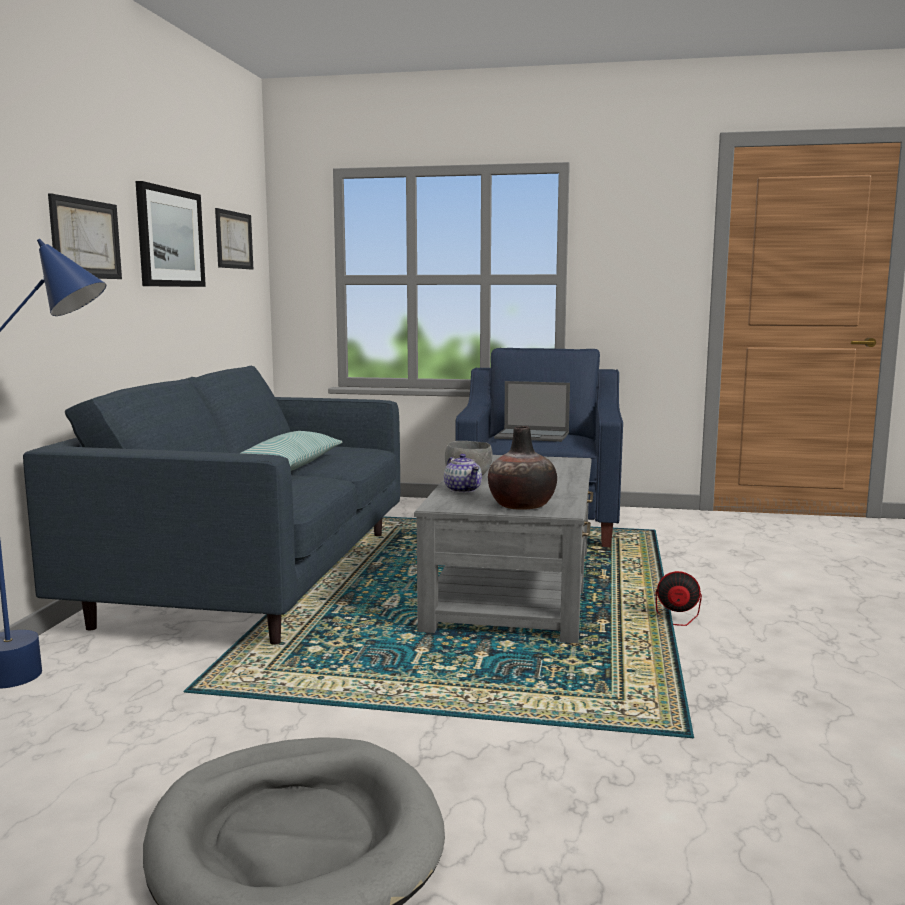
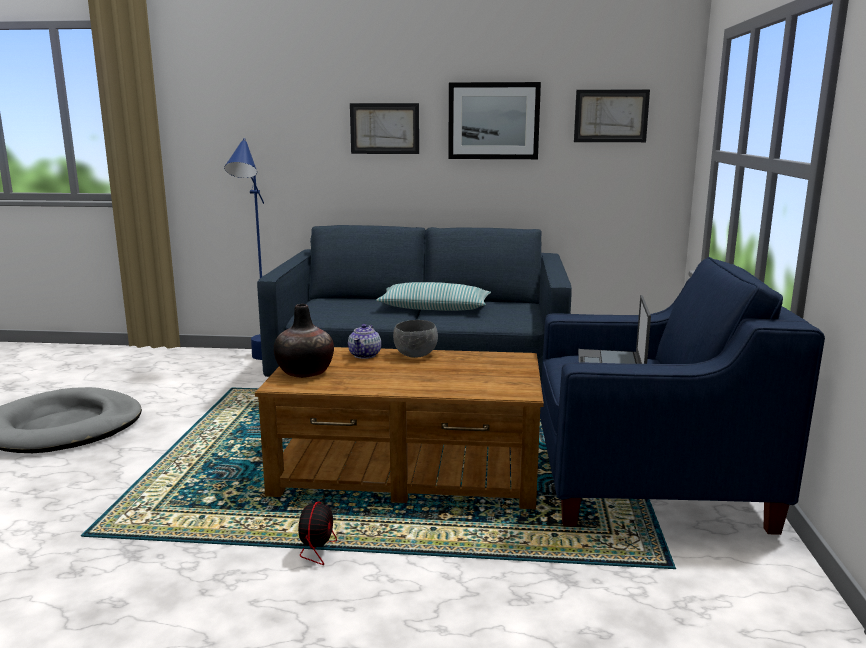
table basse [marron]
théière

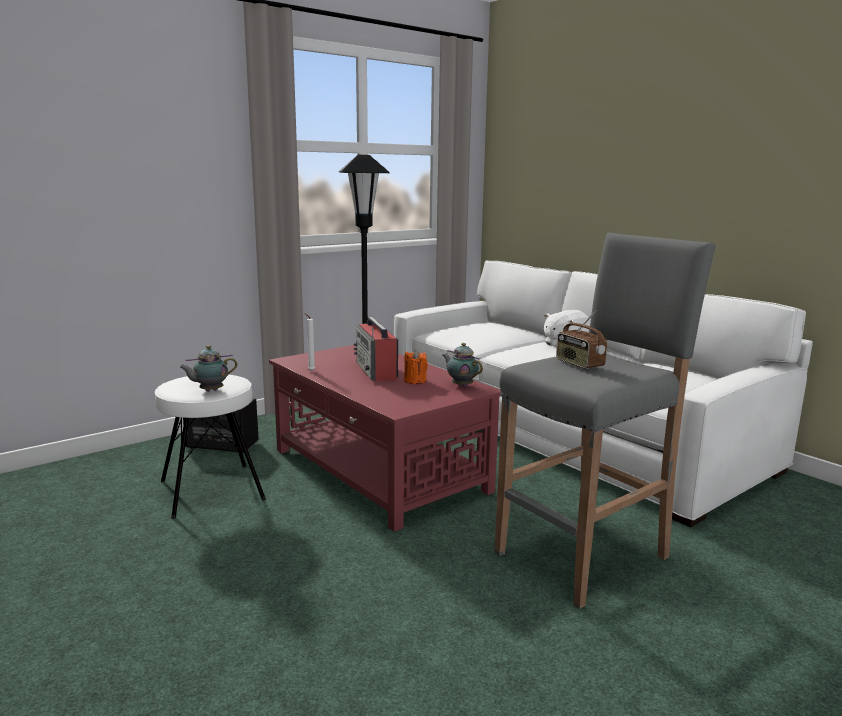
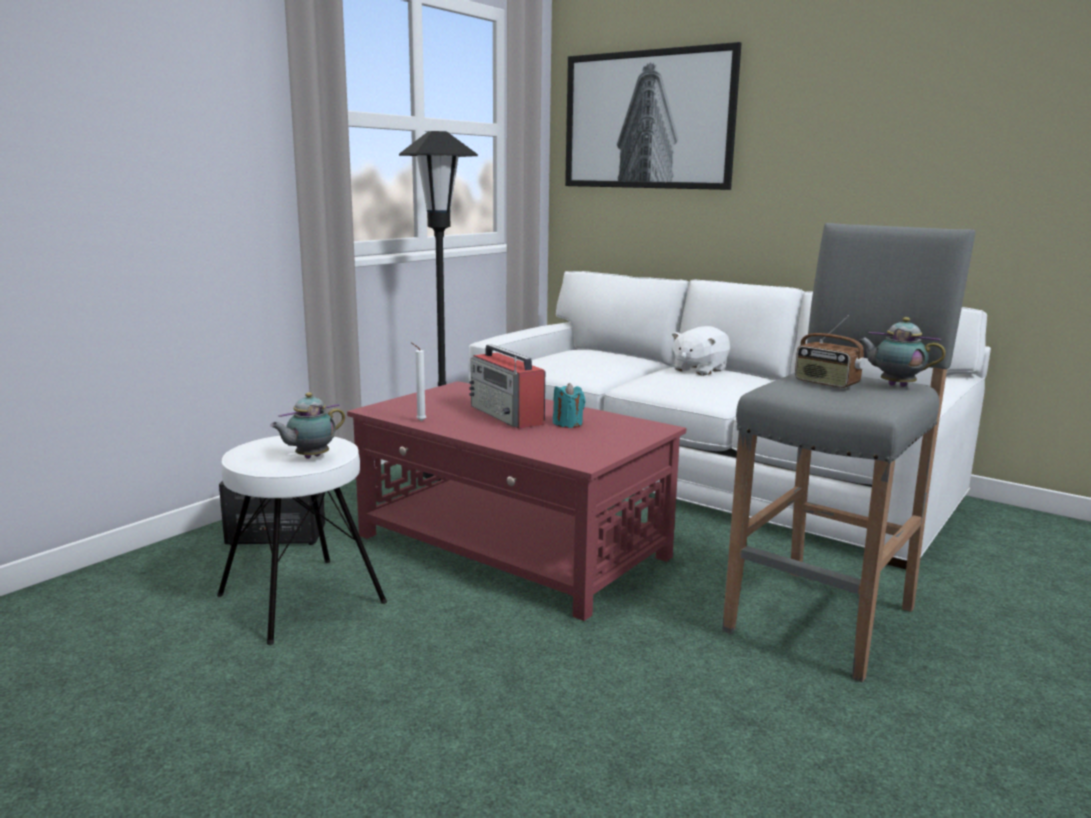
bougie [turquoise]
tableau
théière (no. 2 from left)

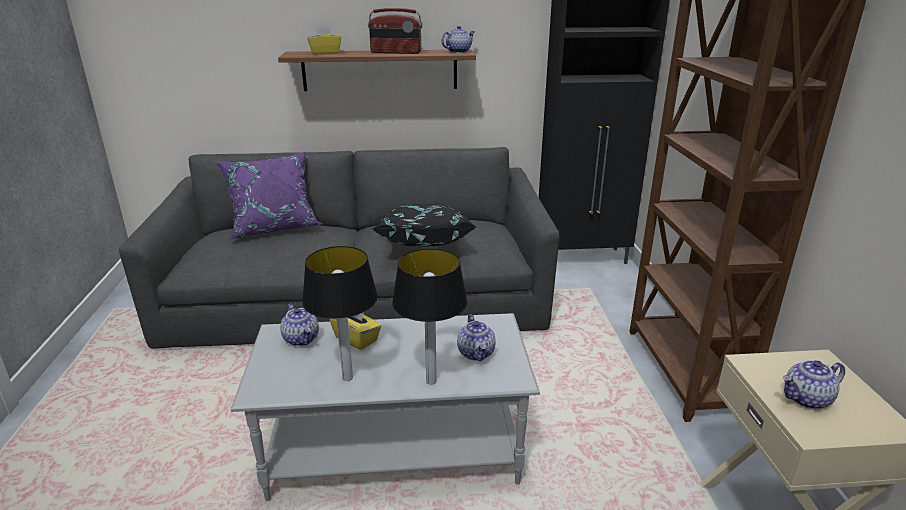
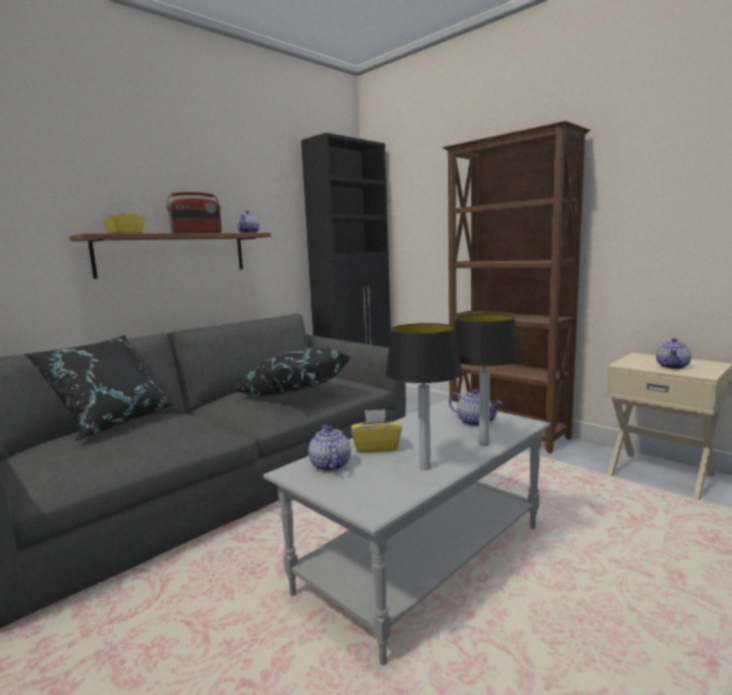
coussin [noir] (no. 1 from left)
théière (no. 2 from left)

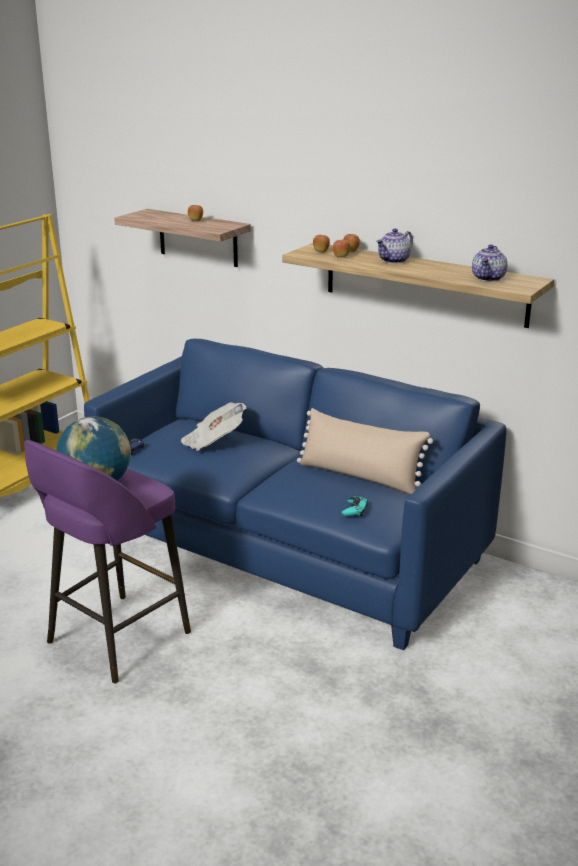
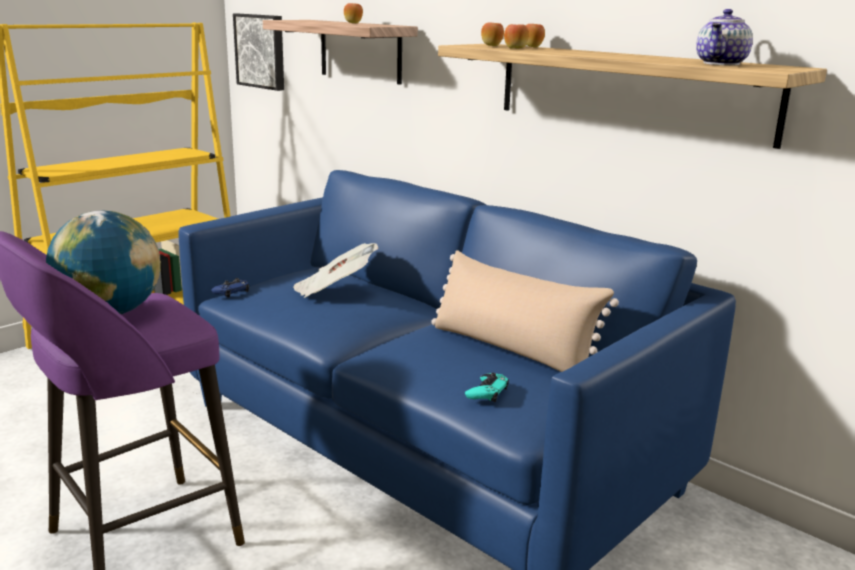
tableau
théière (no. 1 from left in the first image)

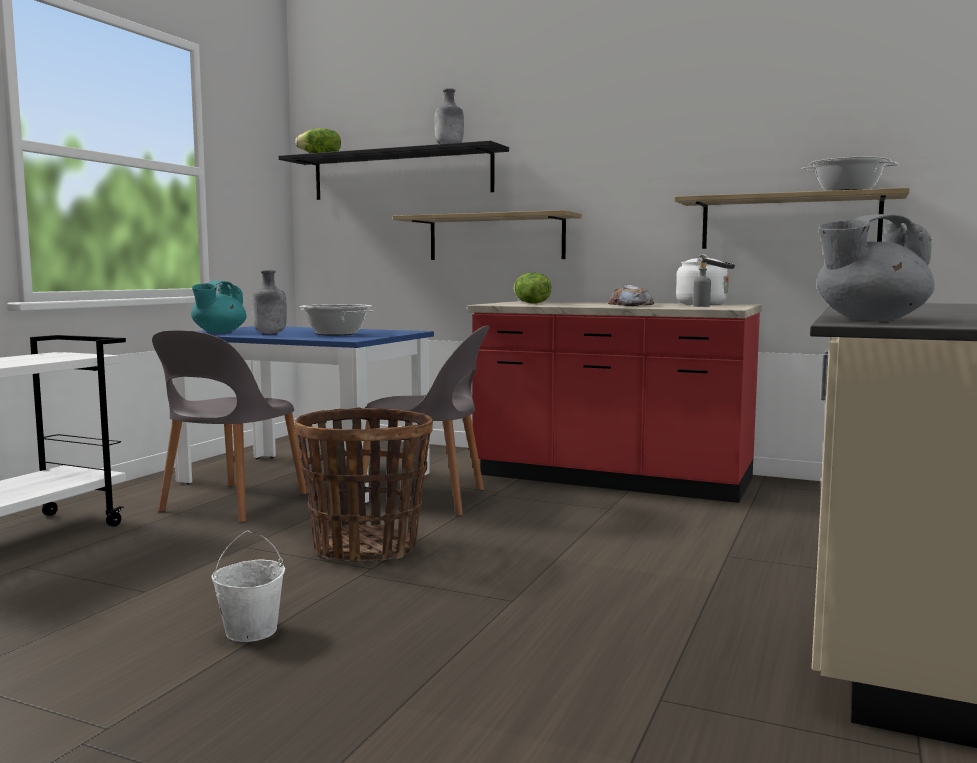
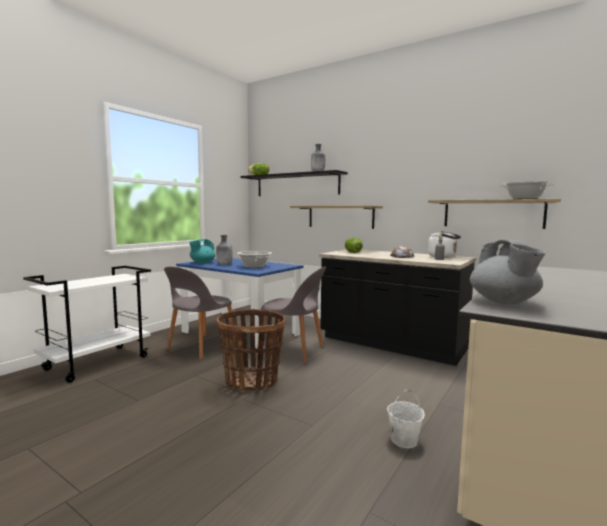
comptoir de cuisine [noir]
seau [blanc]
théière [gris]

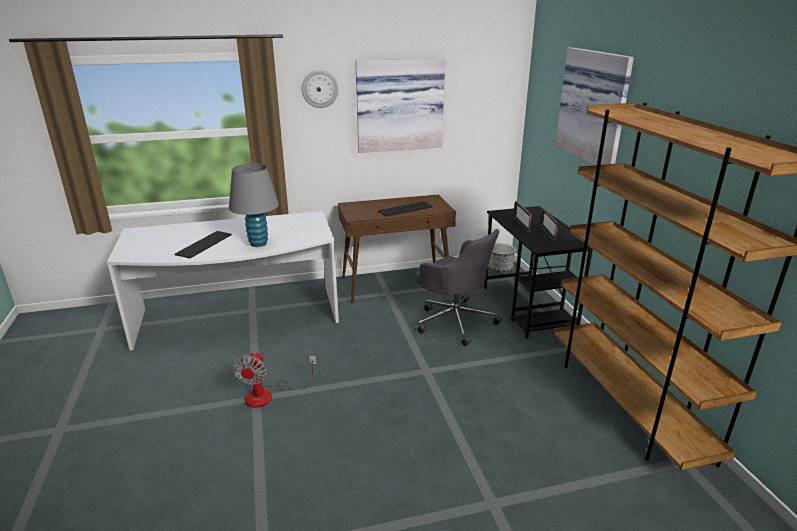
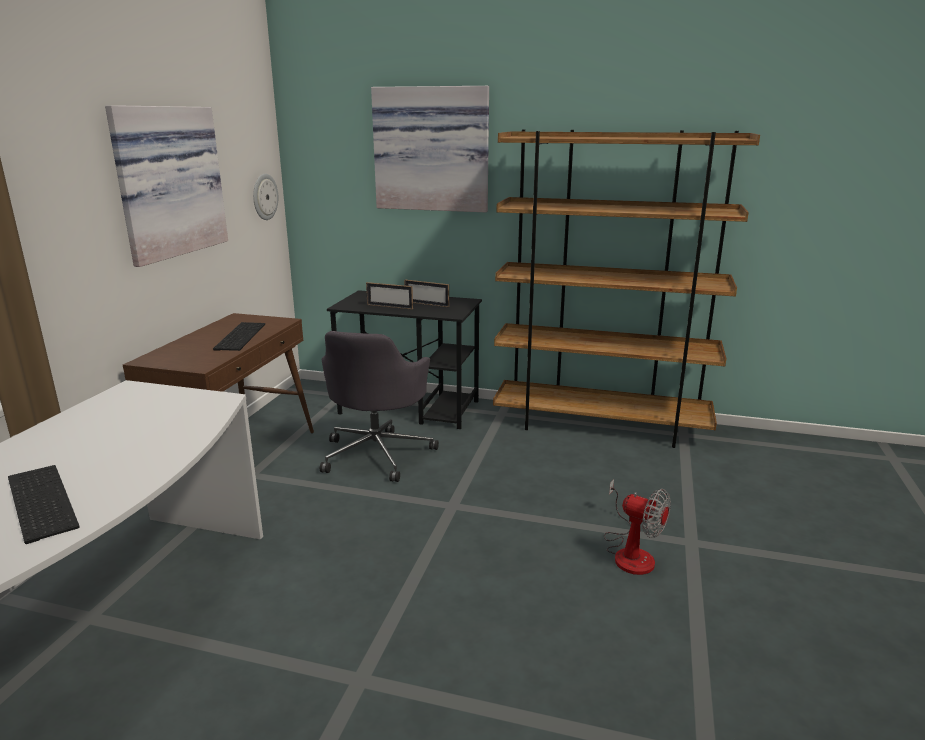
horloge murale
chaise de bureau [gris]
ventilateur
lampe de table [gris]
cache-pot

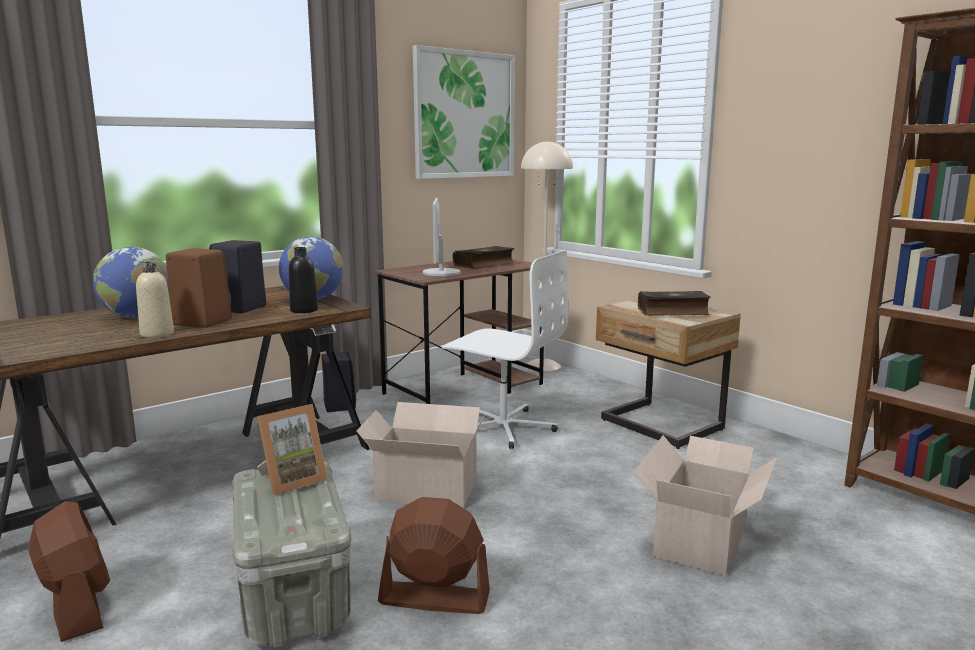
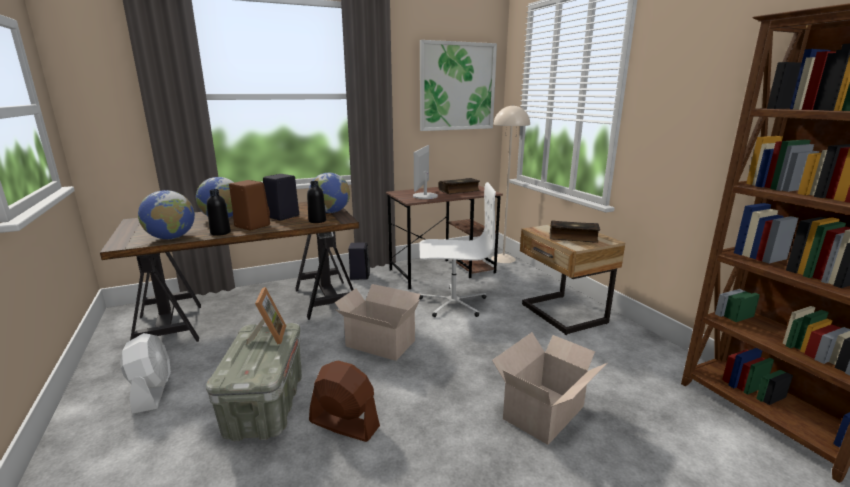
ventilateur [blanc]
globe (no. 1 from left)
bouteille [noir] (no. 1 from left)
cadre photo
chaise de bureau [blanc]

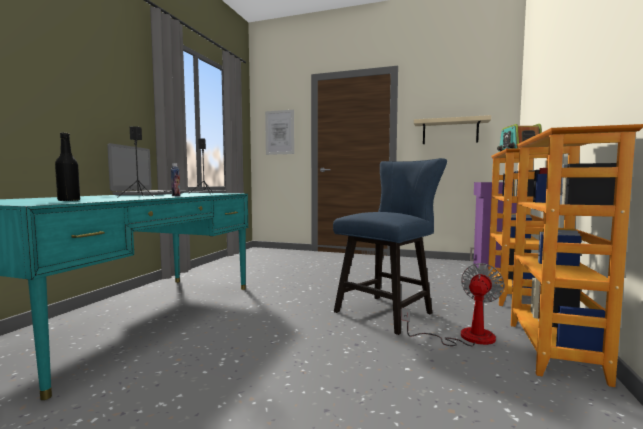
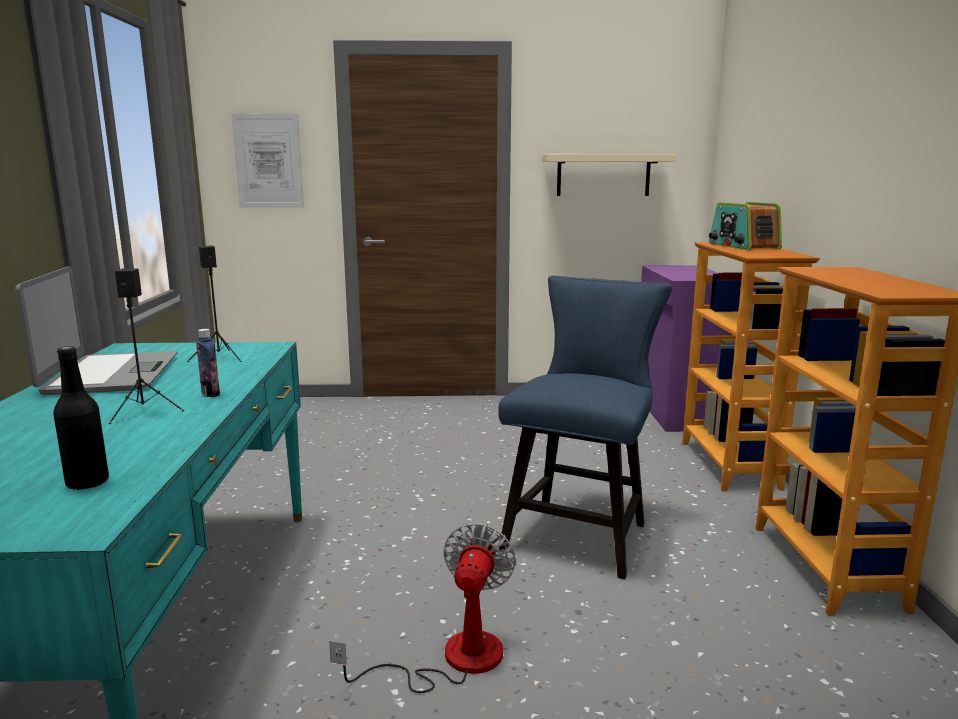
ventilateur

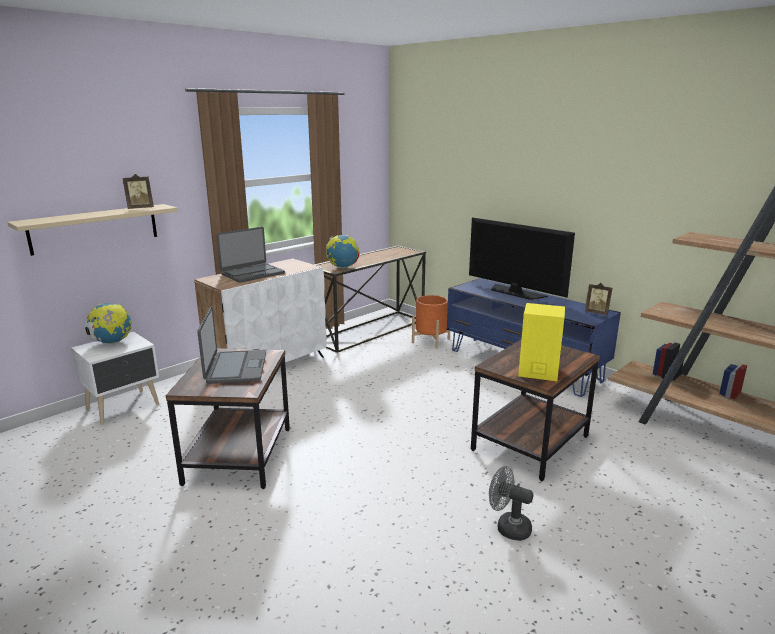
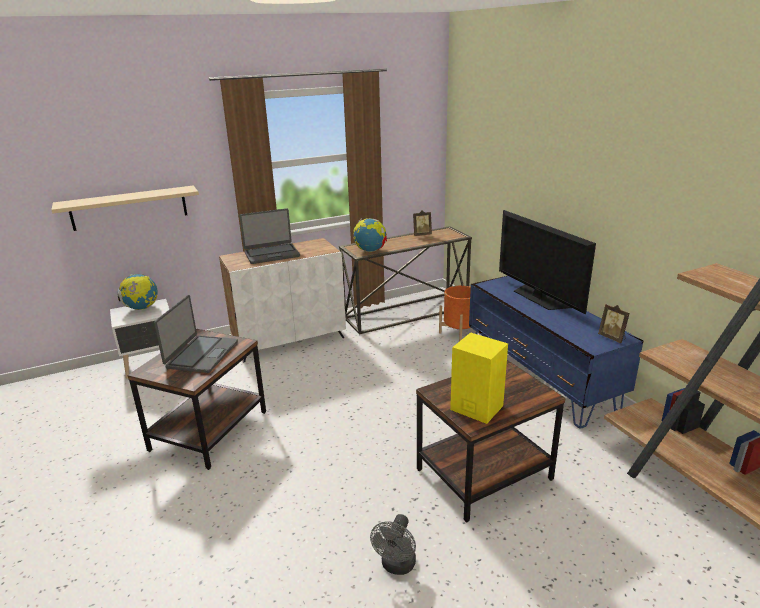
ventilateur [gris]
cadre photo (no. 1 from left)

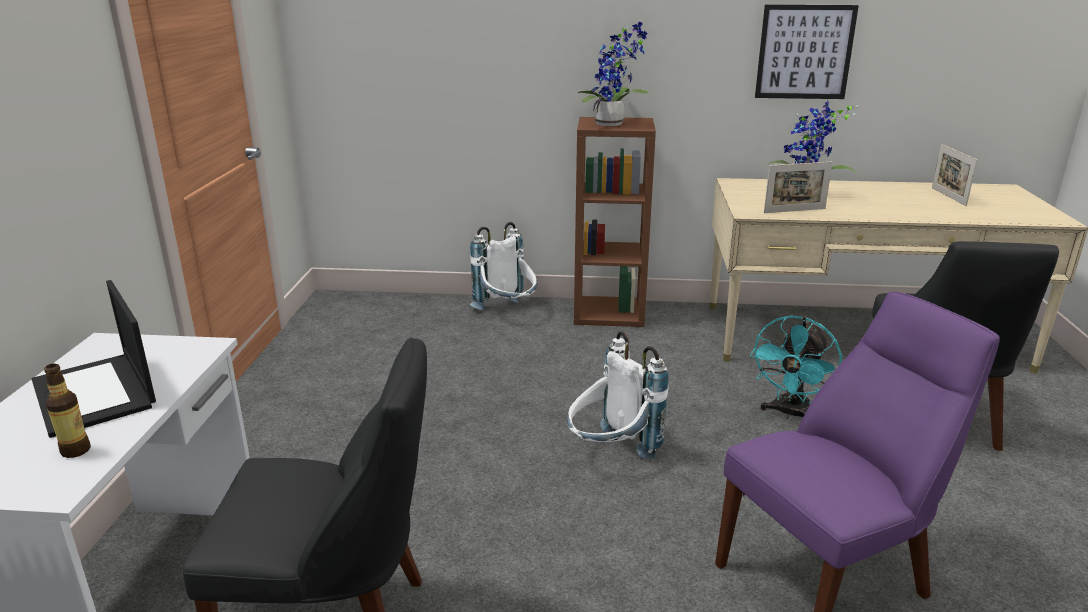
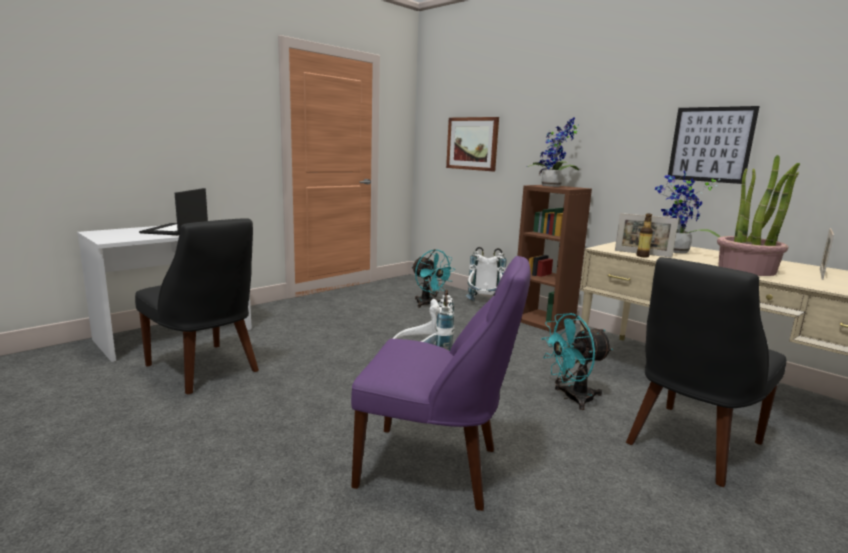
ventilateur [turquoise] (no. 1 from left)
tableau (no. 1 from left)
bouteille
plante en pot (no. 3 from left)

